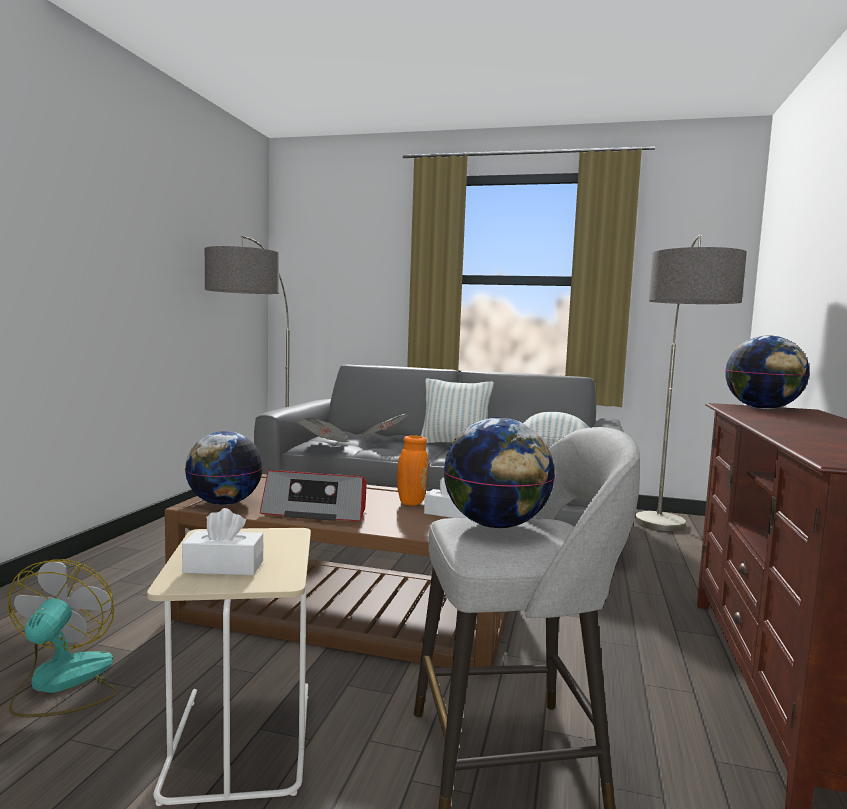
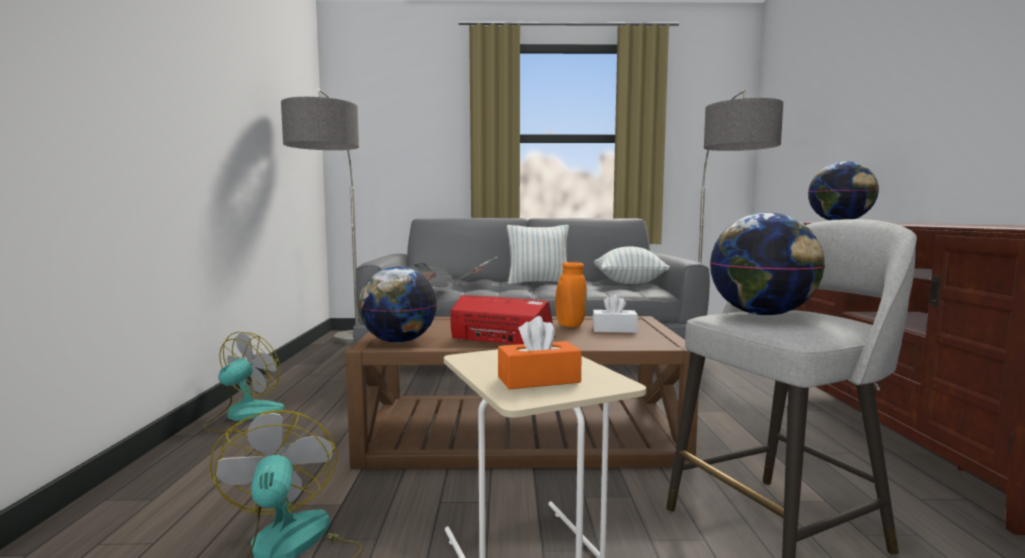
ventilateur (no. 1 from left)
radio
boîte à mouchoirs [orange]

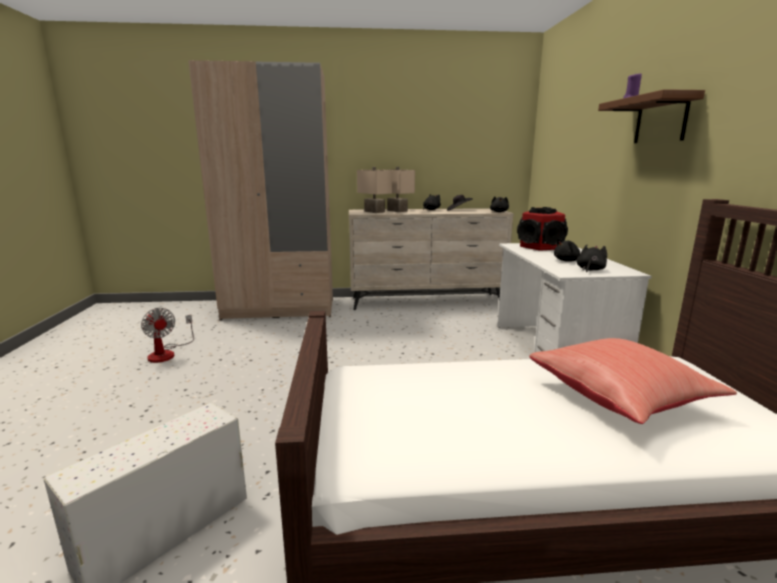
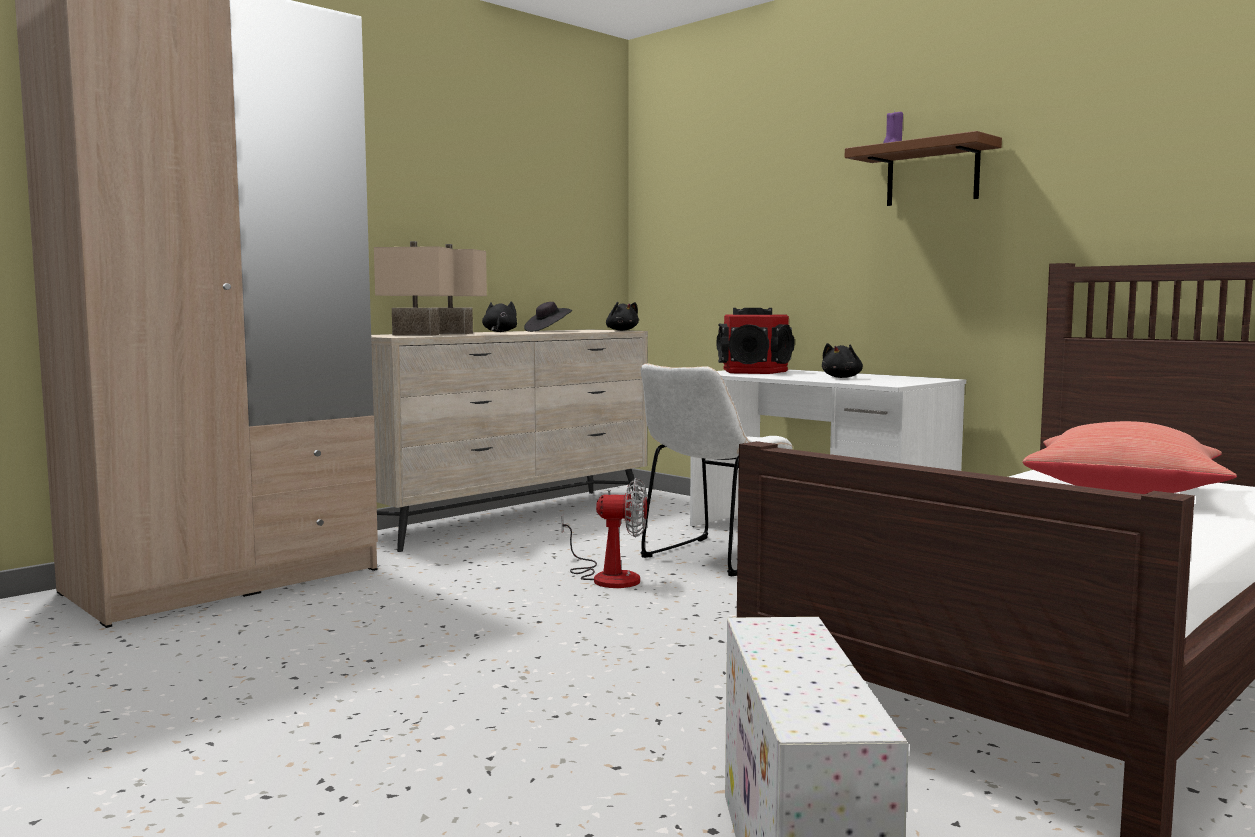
ventilateur
chaise [blanc]
peluche [noir] (no. 4 from left in the first image)

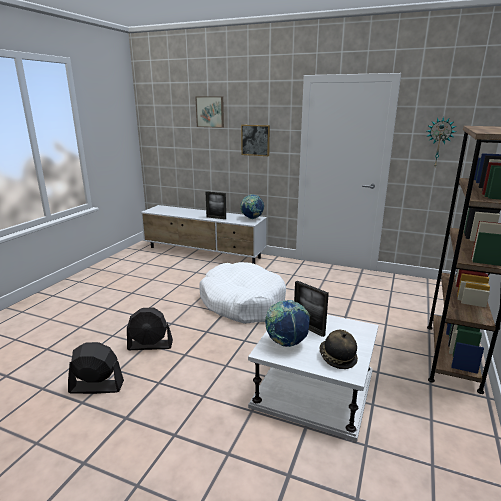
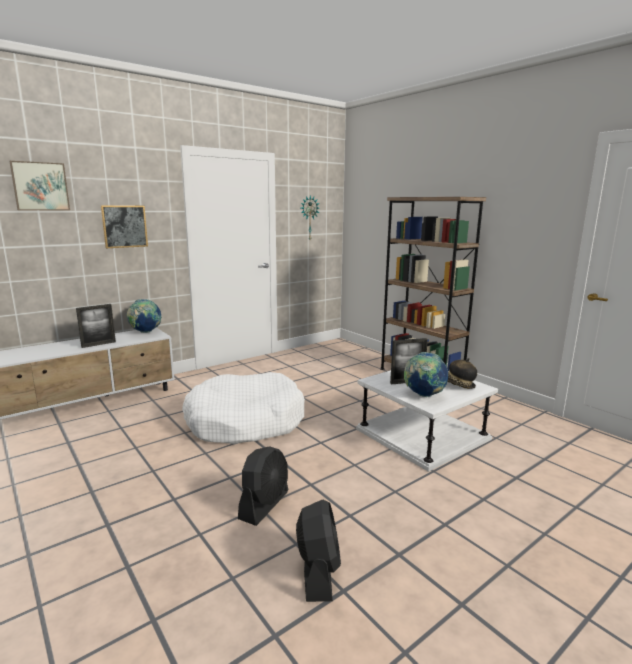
ventilateur [noir] (no. 2 from left)

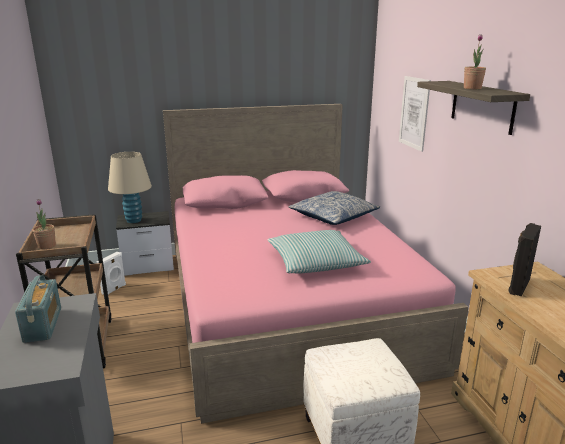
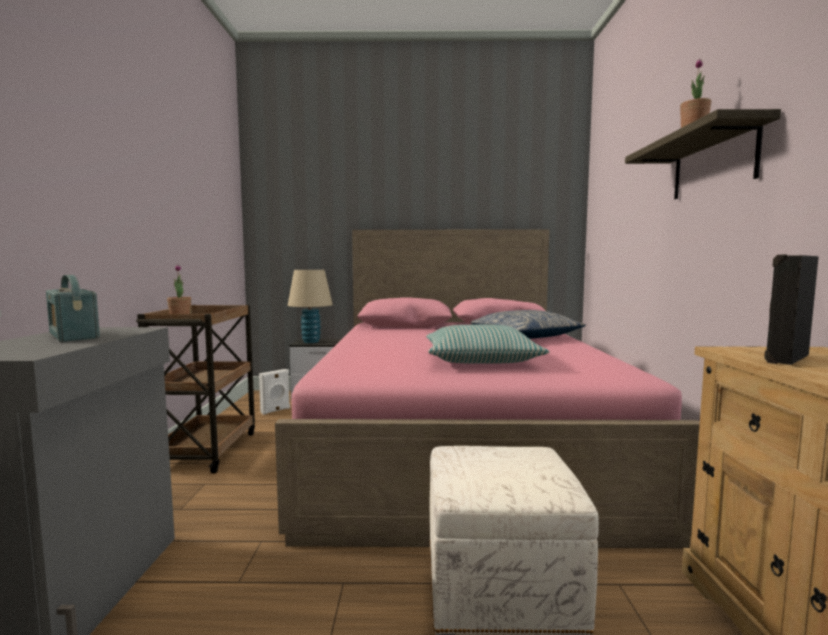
radio
tableau

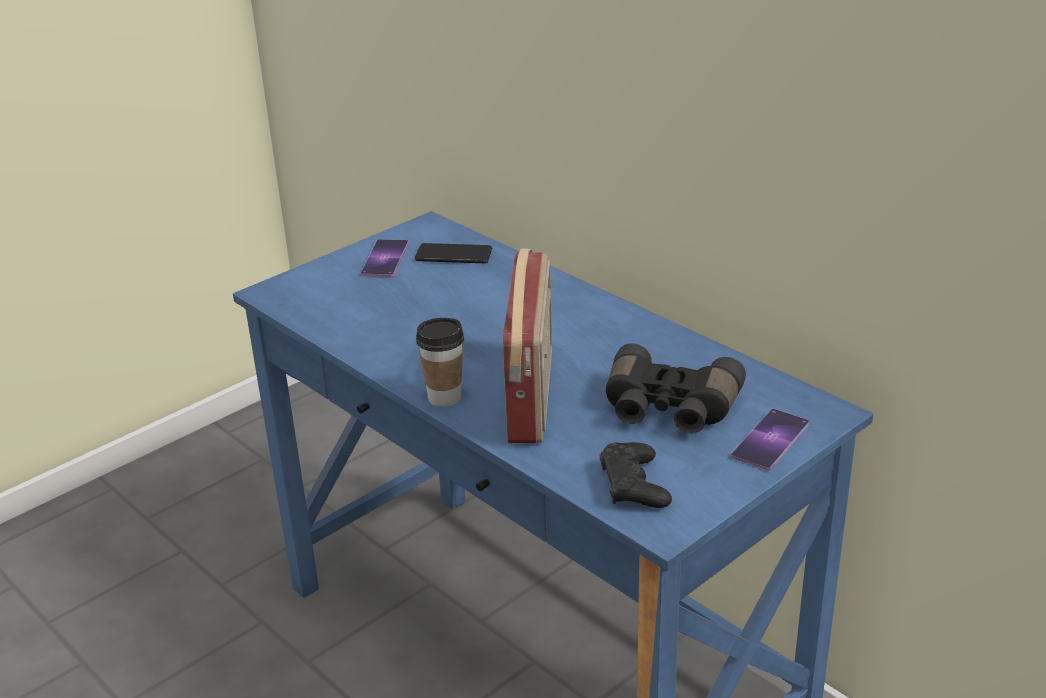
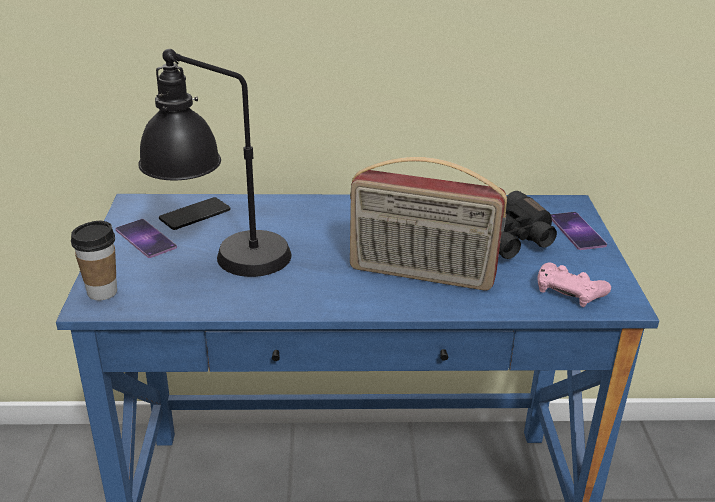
tasse
lampe de table [noir]
radio
manette [rose]

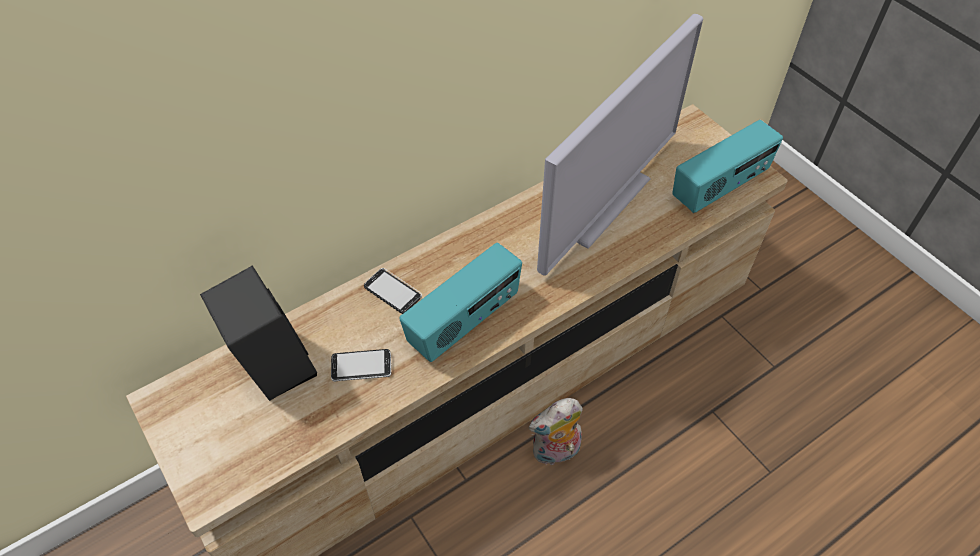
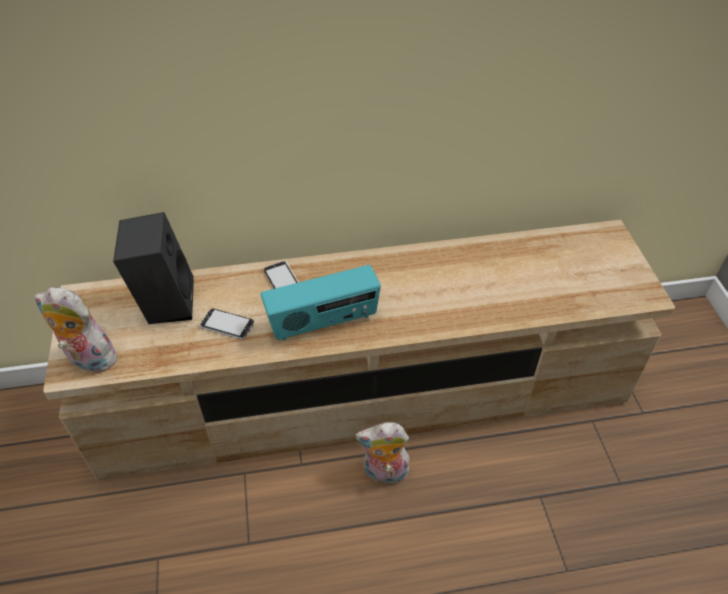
peluche (no. 1 from left)
téléviseur
radio (no. 2 from left in the first image)

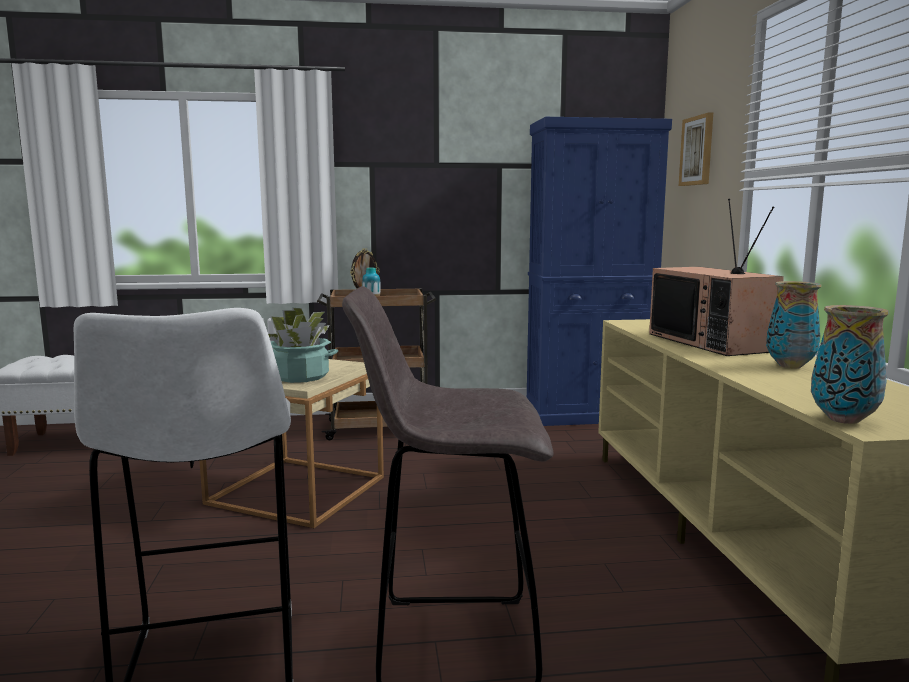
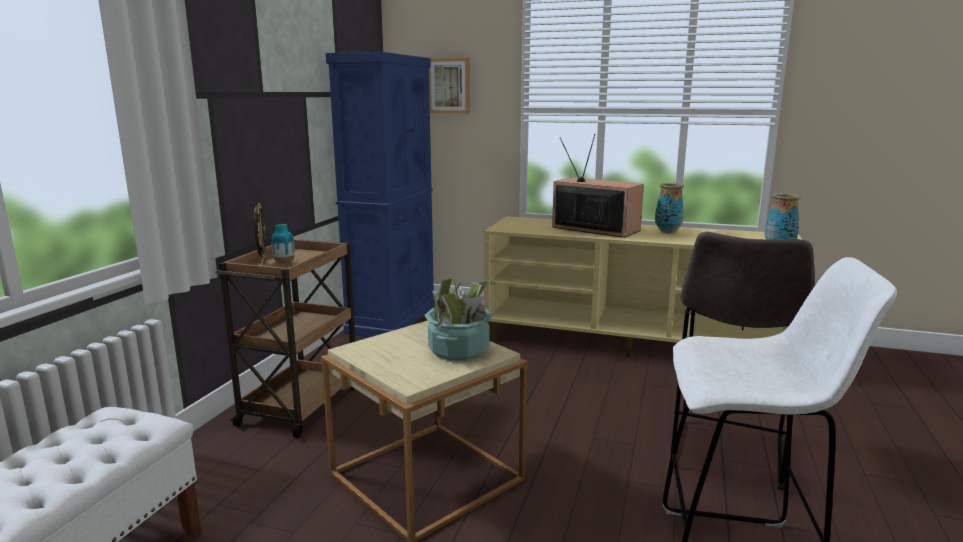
téléviseur

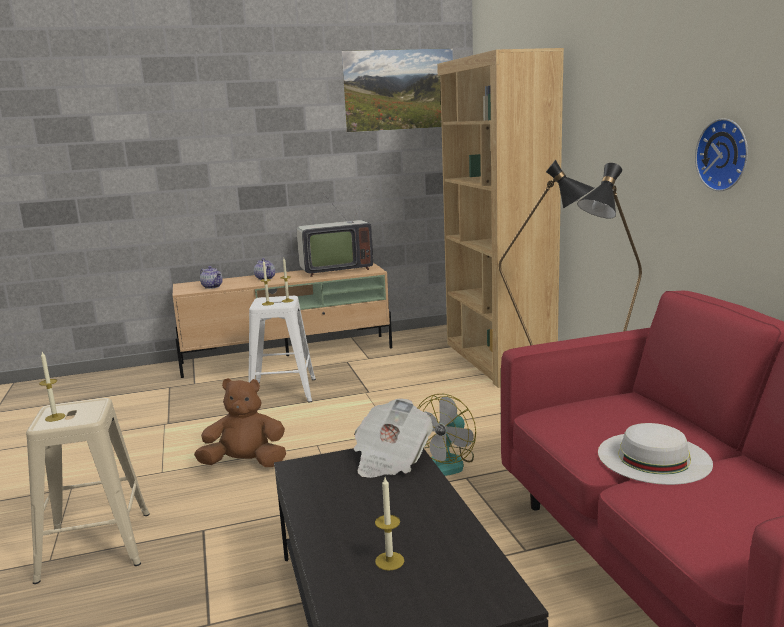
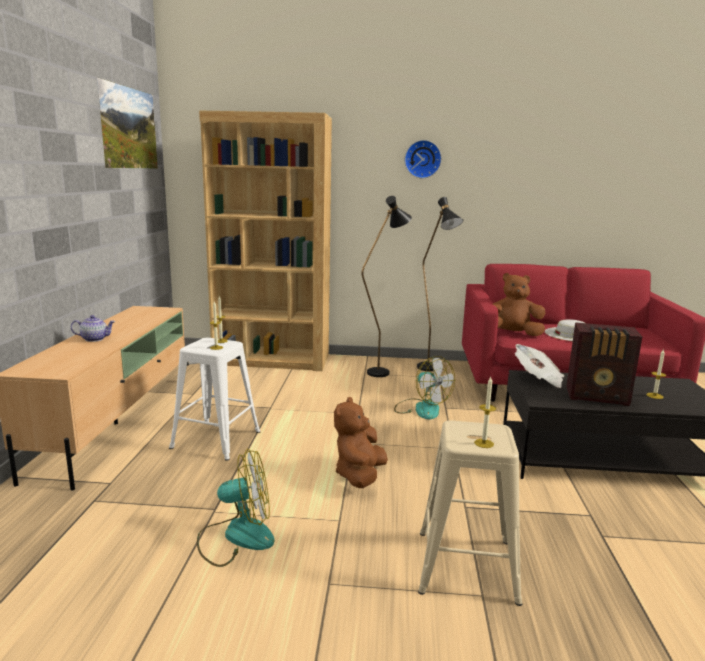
ventilateur (no. 1 from left)
horloge murale
peluche [marron] (no. 2 from left)
radio
théière (no. 1 from left in the first image)
téléviseur

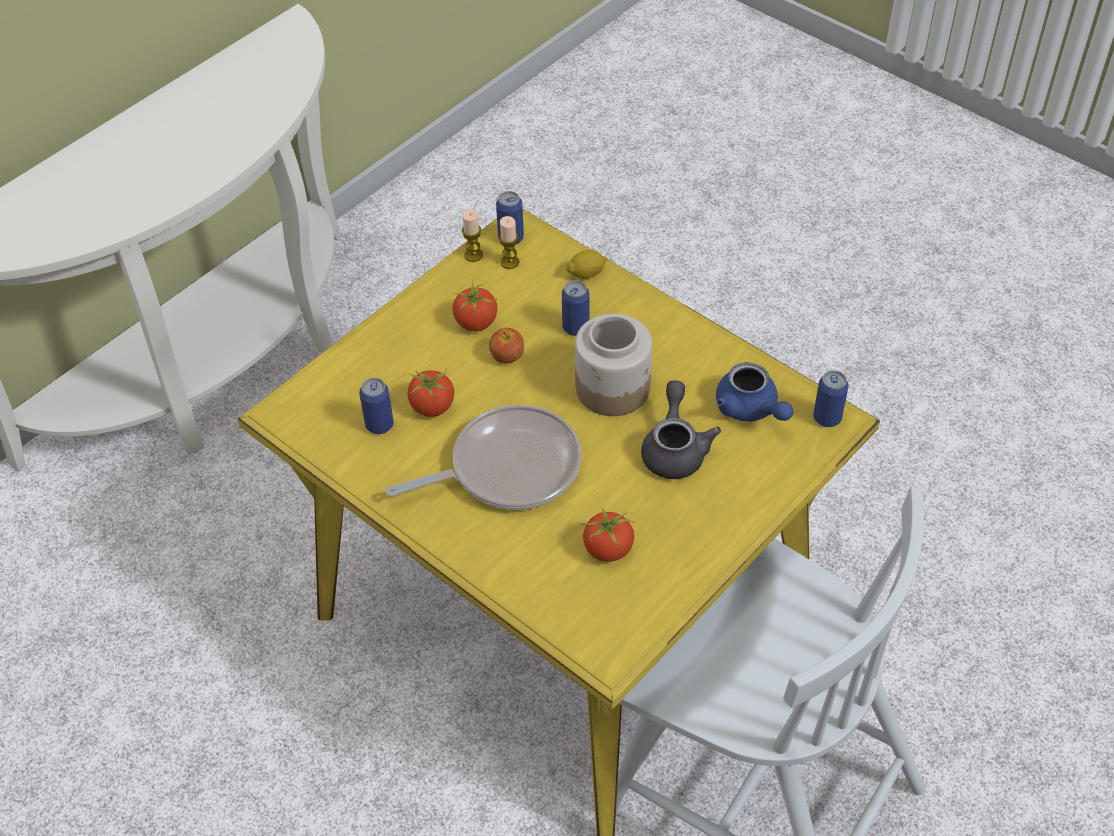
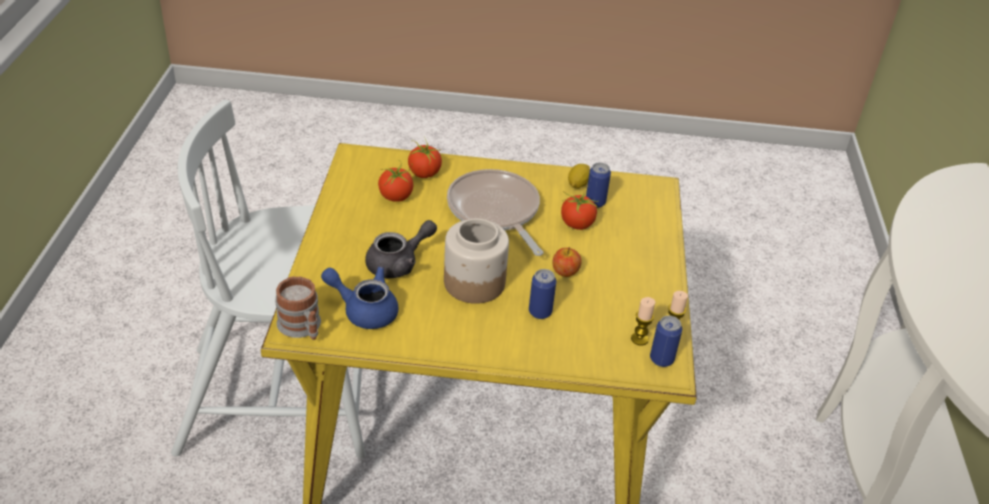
mug
théière [gris]
tomate (no. 2 from left)
poêle
citron

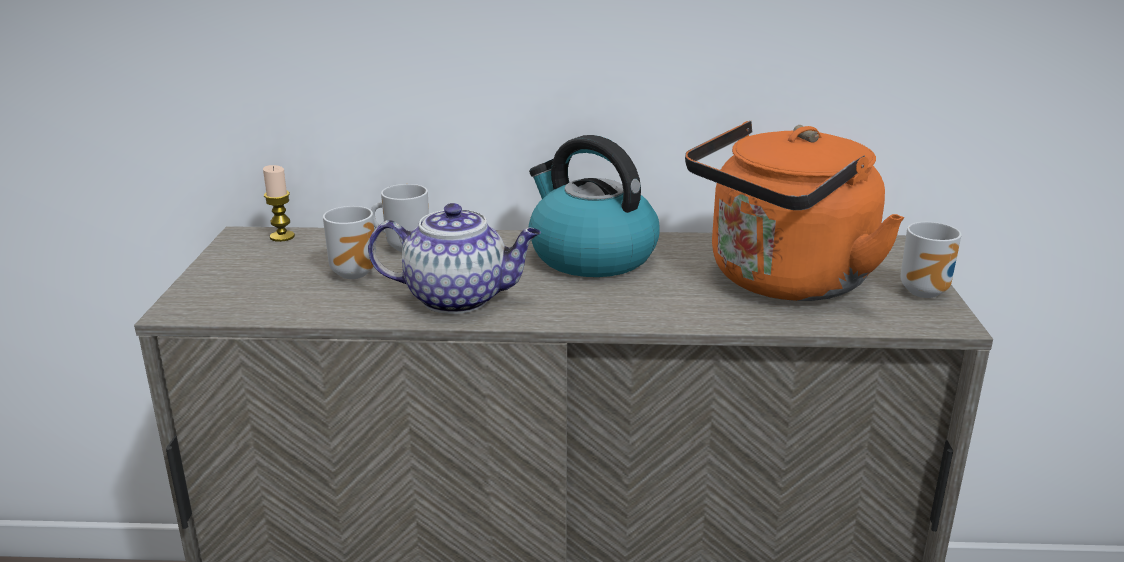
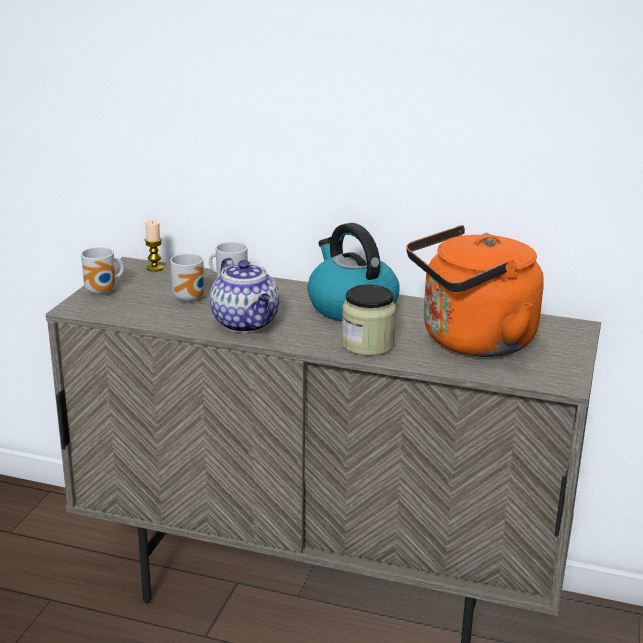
mug (no. 1 from left)
théière
bocal

